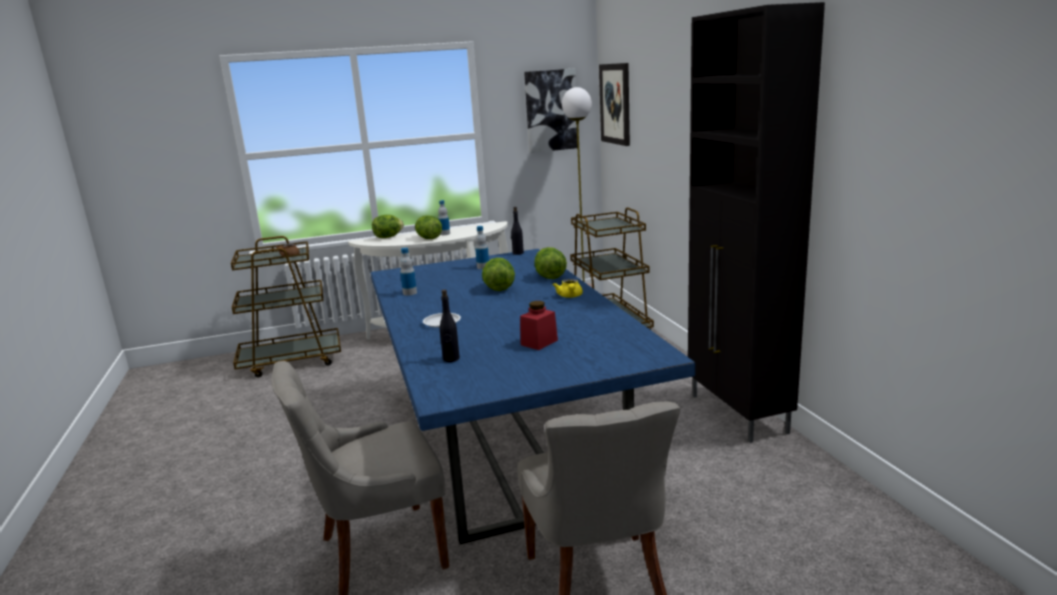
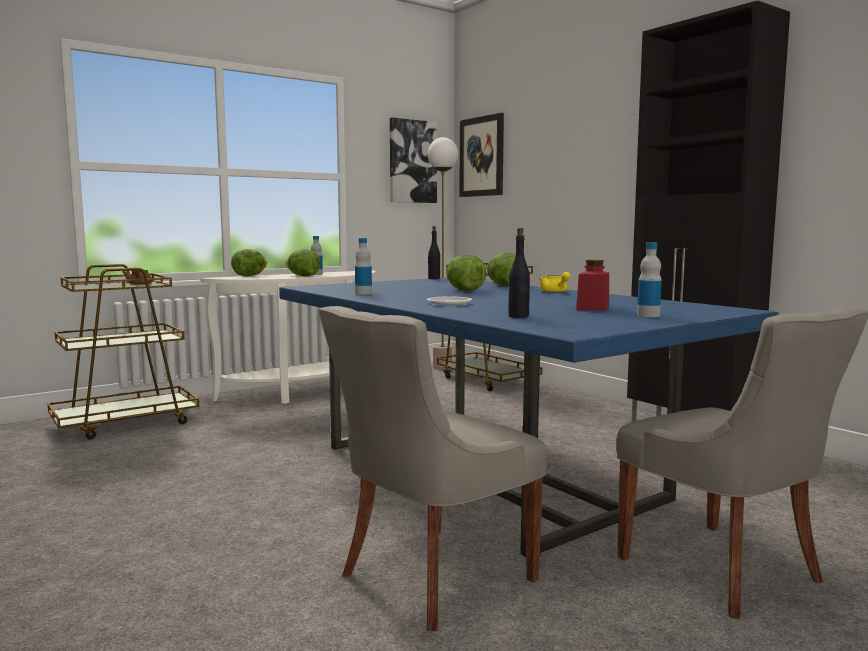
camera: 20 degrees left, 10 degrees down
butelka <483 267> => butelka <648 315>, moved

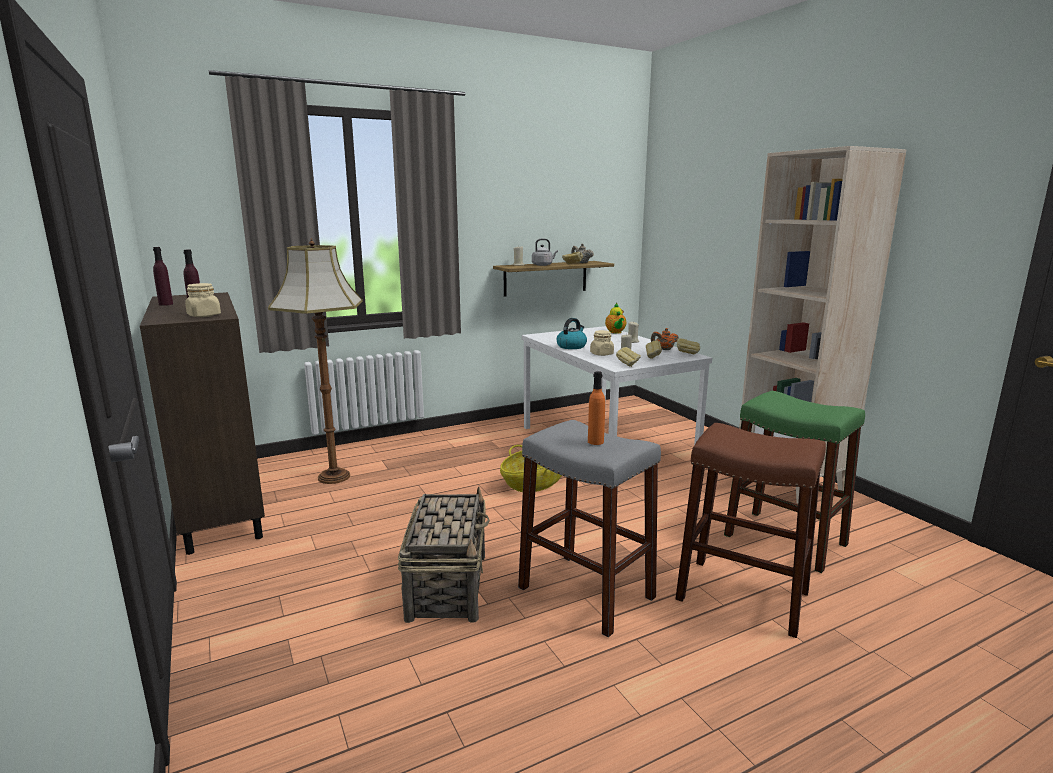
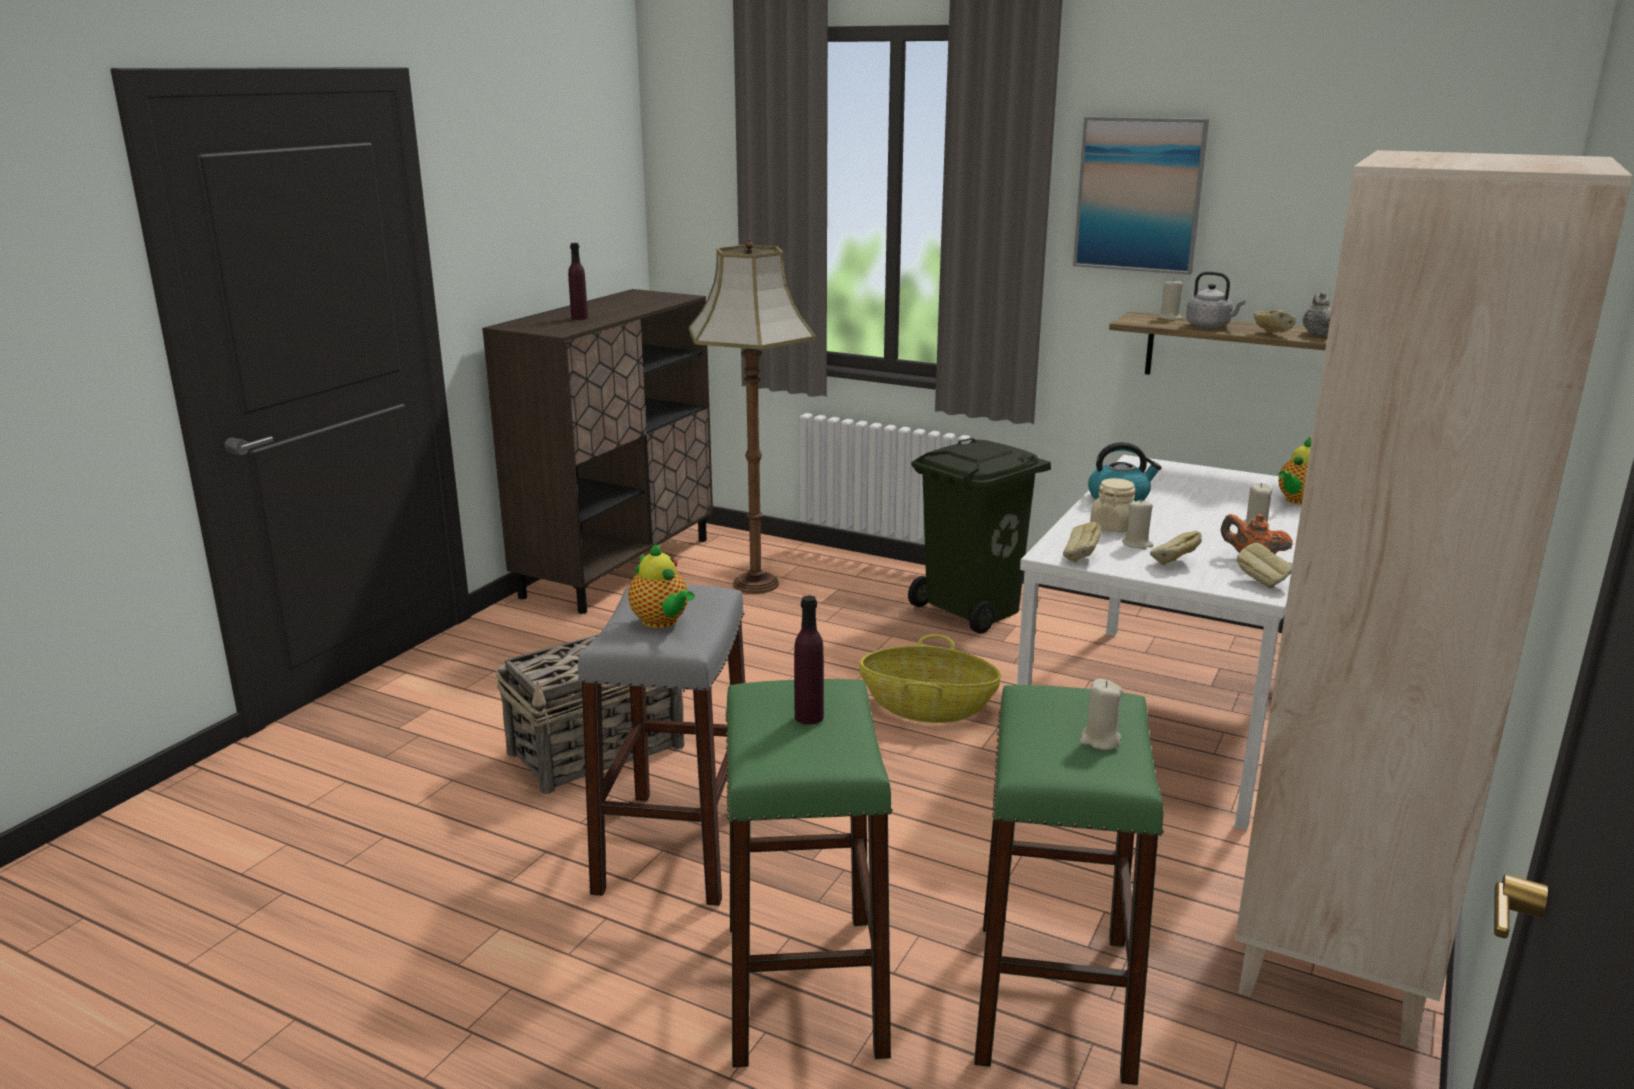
camera: 55 degrees right, 5 degrees up
butelka [fioletowy] <166 304> => butelka [fioletowy] <809 717>, moved
słoik [beżowy] <204 315> => nothing
butelka [pomarańczowy] <595 442> => imbryk <662 622>
stołek [brązowy] <742 596> => stołek [zielony] <804 987>
nothing => kosz na śmieci [zielony] <973 610>
nothing => obraz <1139 195>
nothing => świeca [beżowy] <1100 740>

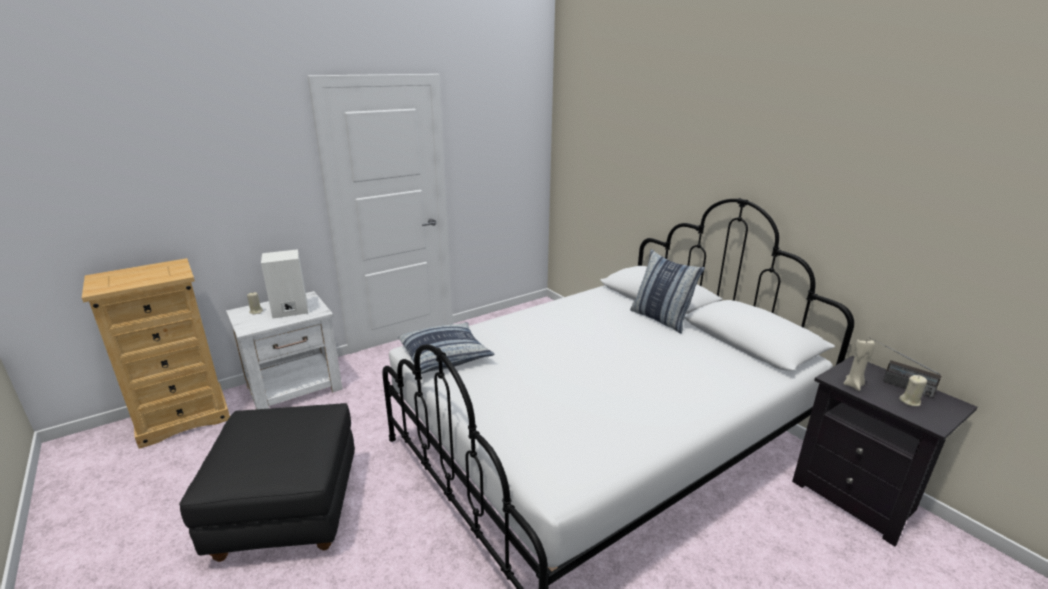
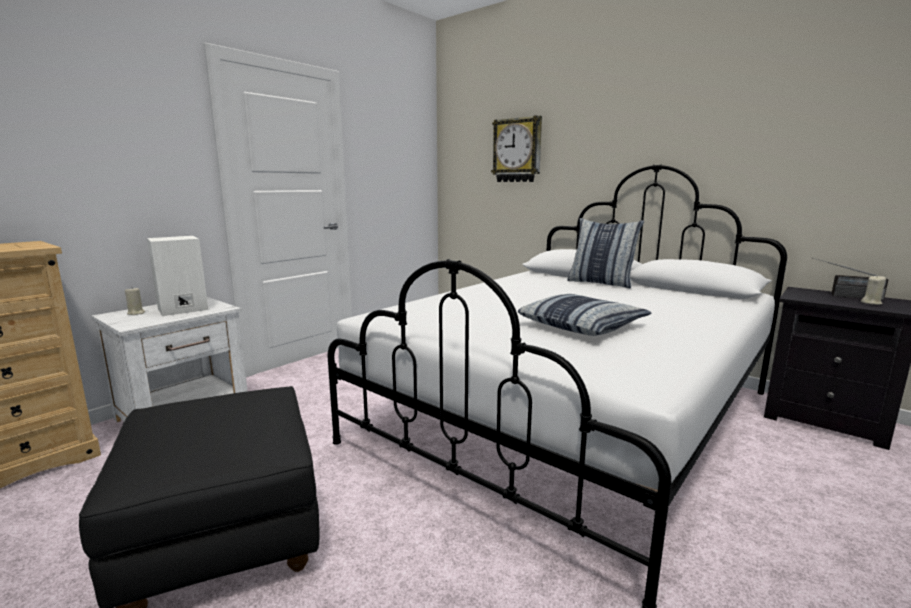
camera: 15 degrees left, 10 degrees down
poduszka <445 355> => poduszka <582 326>, moved
świeca [beżowy] <853 385> => nothing
nothing => zegar ścienny <517 150>

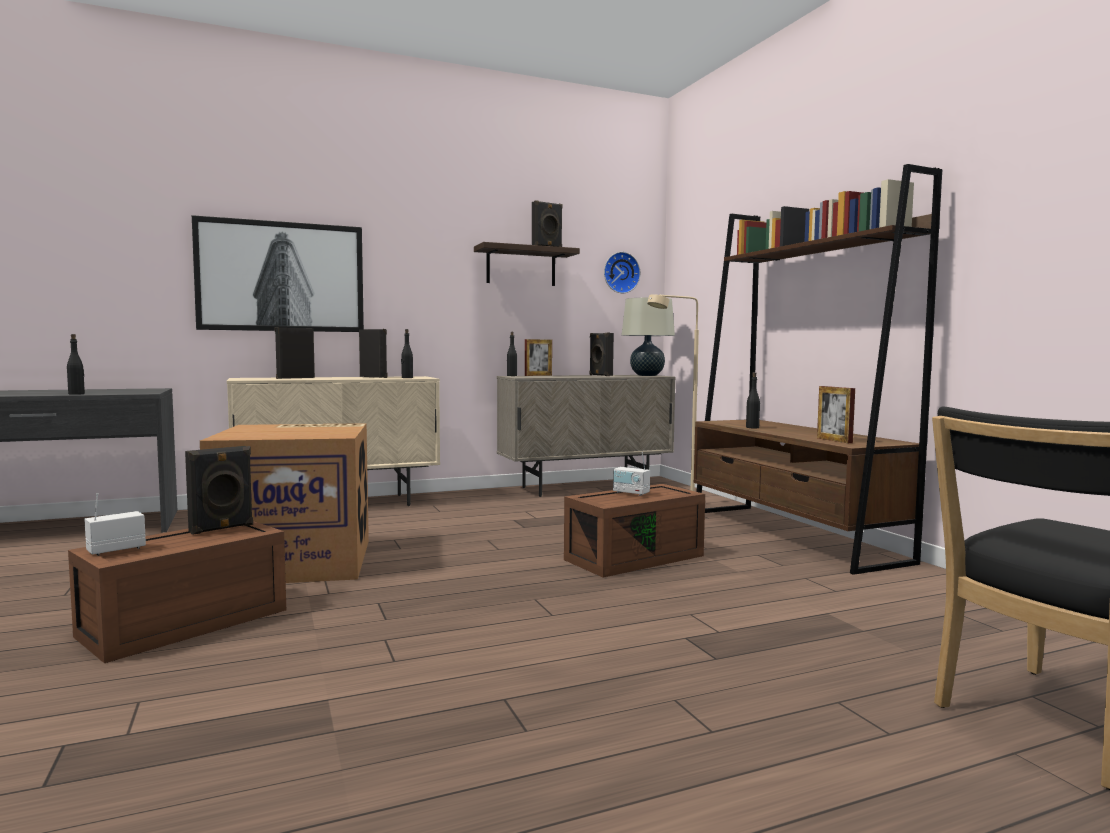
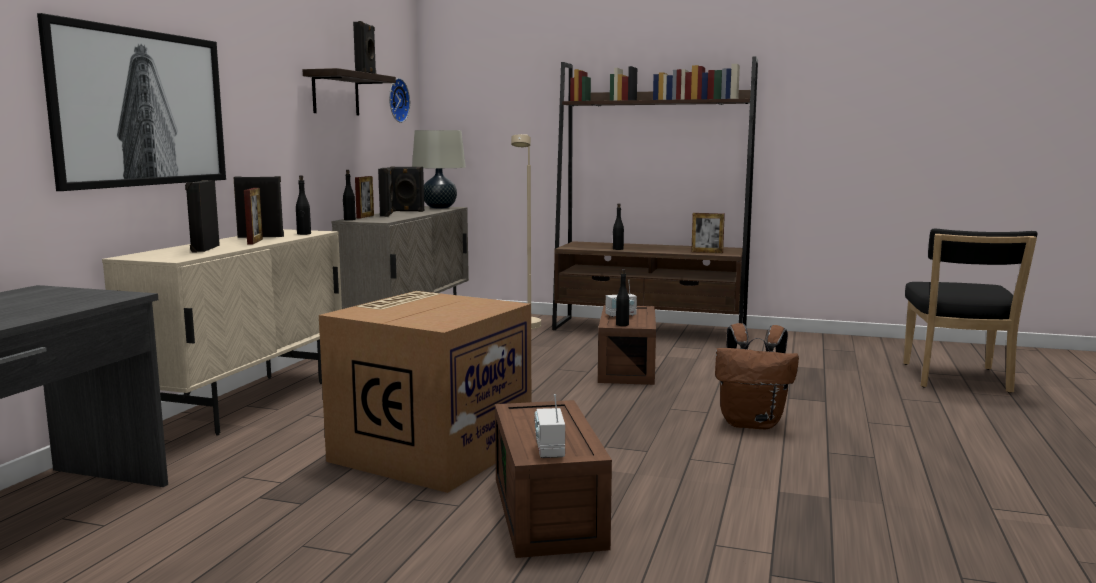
camera: 50 degrees left, 5 degrees up
butelka [czarny] <76 394> => butelka [czarny] <622 324>, moved
głośnik [czarny] <222 528> => głośnik [czarny] <387 215>, moved
nothing => ramka na zdjęcie <255 241>
nothing => plecak [brązowy] <752 423>

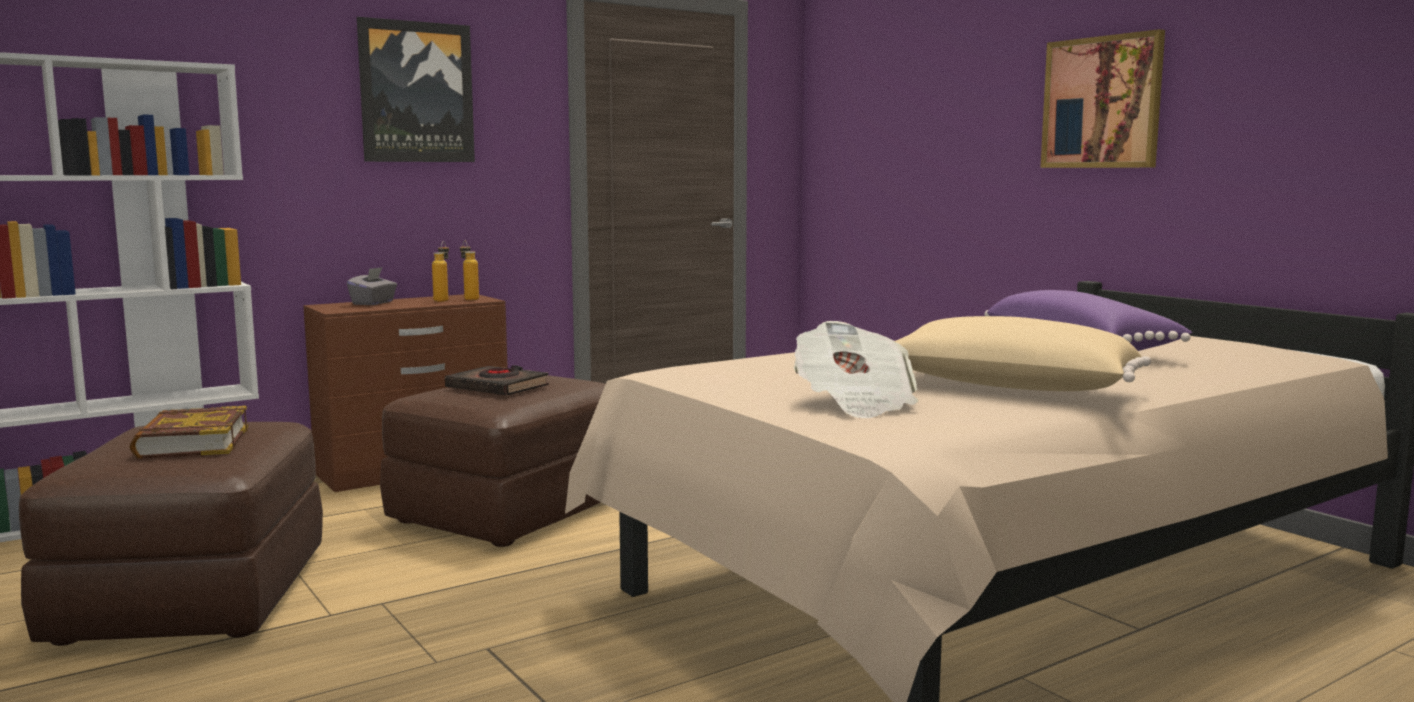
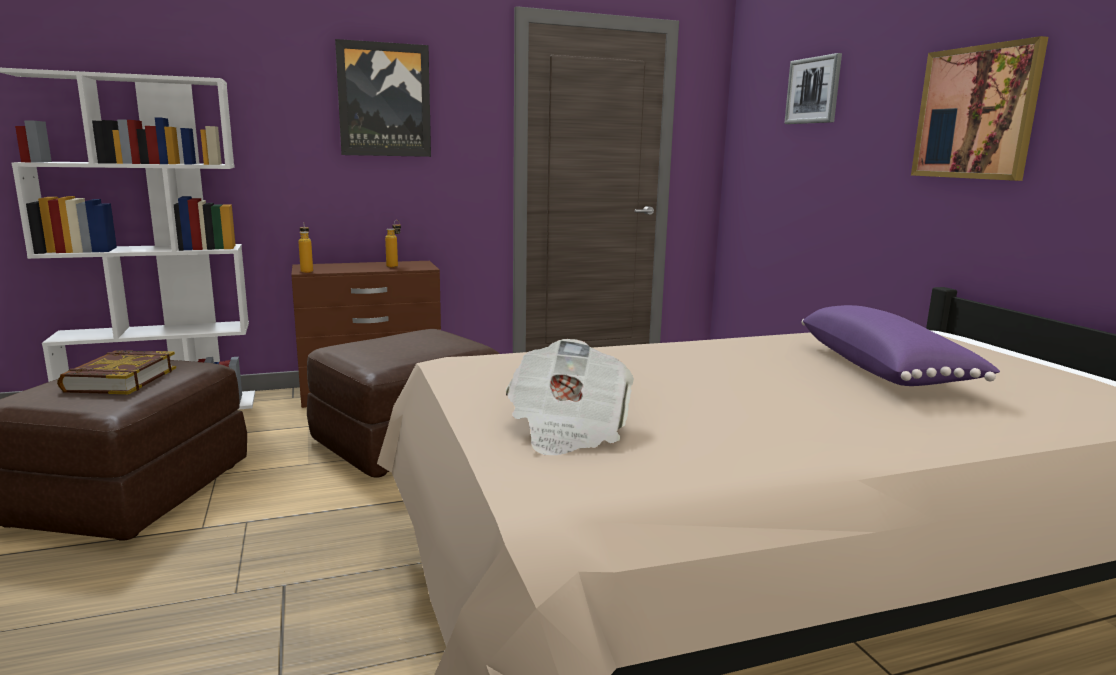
camera: 15 degrees right, 5 degrees up
pudełko chusteczek [szary] <373 303> => nothing
książka [czarny] <497 388> => nothing
butelka <469 299> => butelka <307 271>, moved
poduszka [beżowy] <1008 388> => nothing
nothing => obraz <813 90>

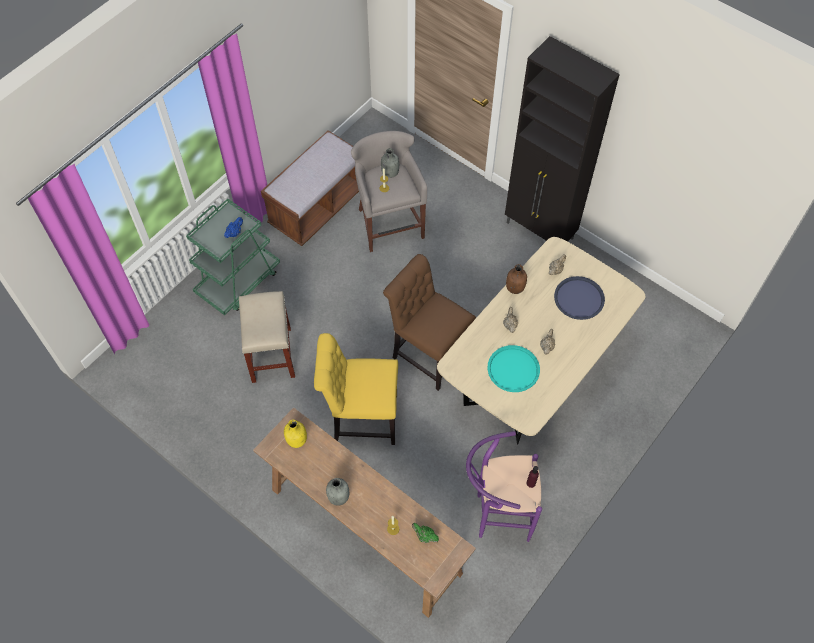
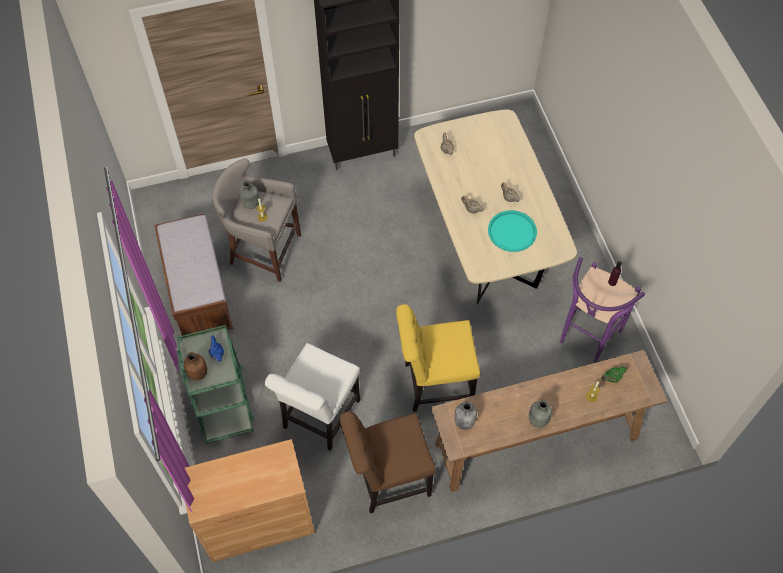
camera: 55 degrees left, 0 degrees up
stołek [beżowy] <271 354> => krzesło [biały] <319 417>
butelka [żółty] <297 440> => butelka [szary] <464 421>
krzesło [żółty] <361 418> => krzesło [żółty] <434 384>, 45 degrees clockwise
krzesło [brązowy] <427 353> => krzesło [brązowy] <387 479>, moved
butelka [brązowy] <515 288> => butelka [brązowy] <197 373>, moved
taca [niebieski] <579 298> => nothing
nothing => szafka [brązowy] <258 523>

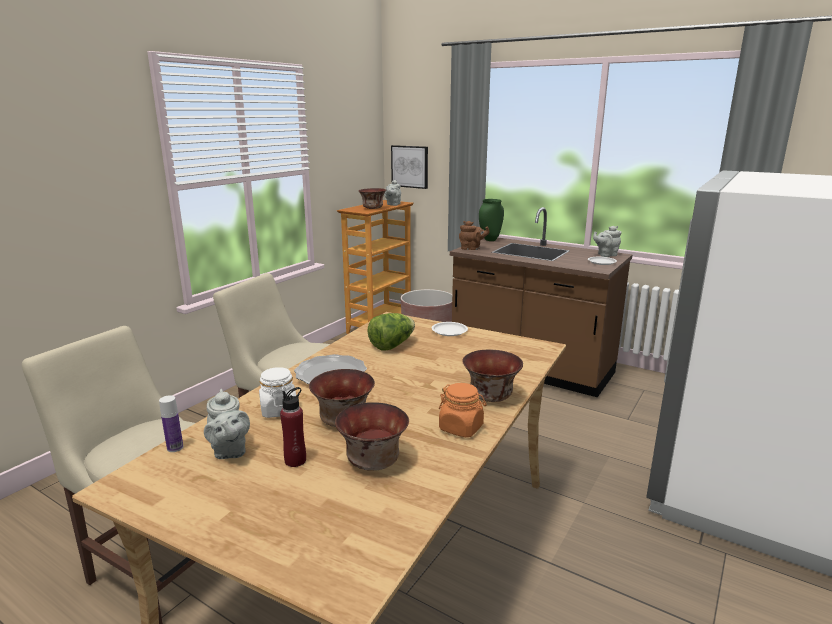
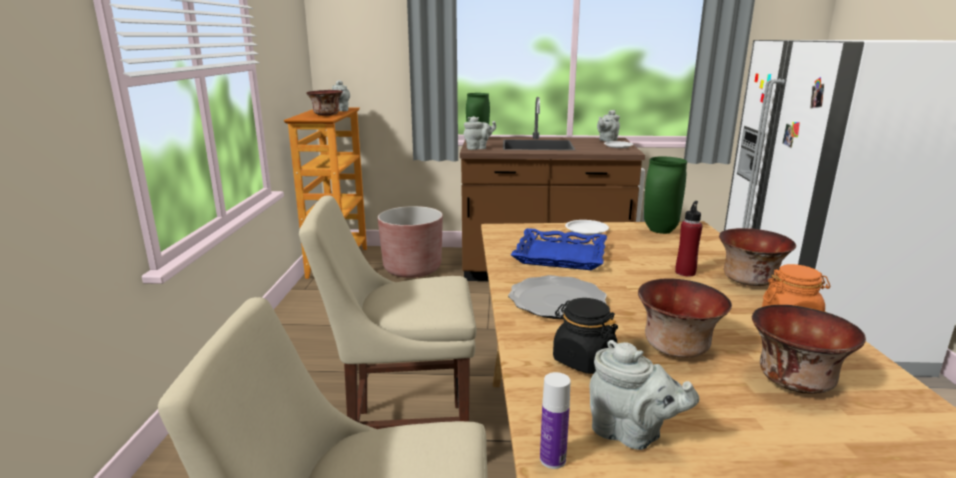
camera: 30 degrees left, 0 degrees up
słoik [biały] <278 410> => słoik [czarny] <583 360>
butelka [czerwony] <295 460> => butelka [czerwony] <685 272>, moved
sałata <392 345> => taca [niebieski] <560 256>
obraz <410 166> => nothing
imbryk [brązowy] <472 249> => imbryk [szary] <478 148>
nothing => wazon [zielony] <661 231>

